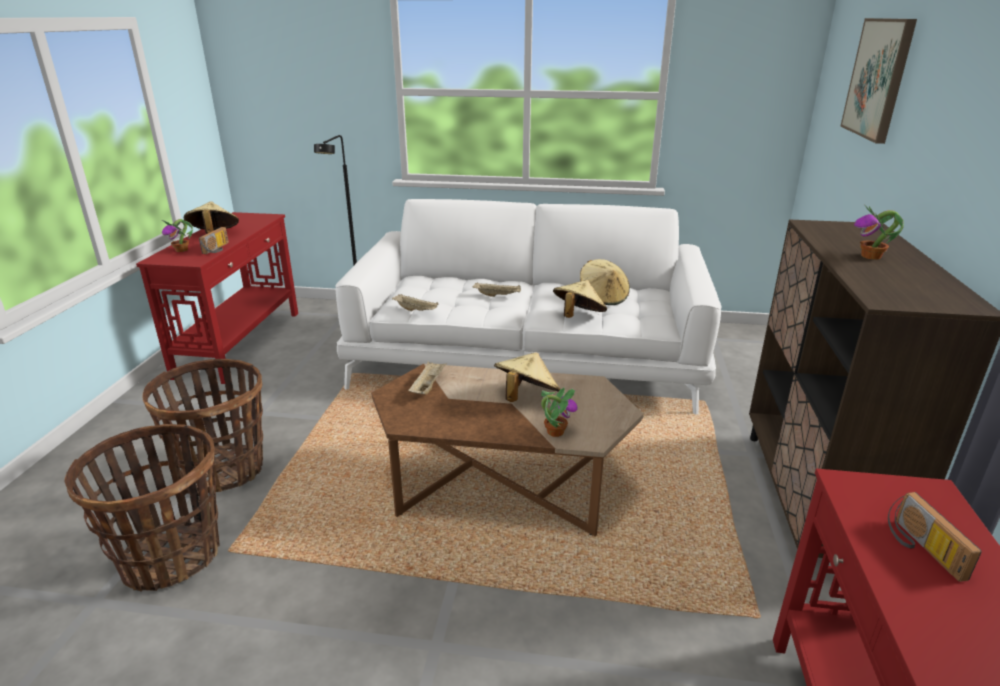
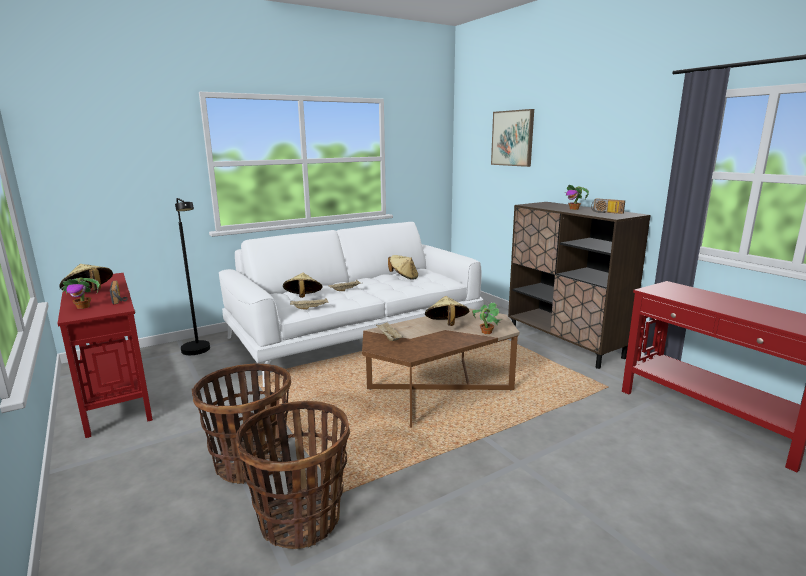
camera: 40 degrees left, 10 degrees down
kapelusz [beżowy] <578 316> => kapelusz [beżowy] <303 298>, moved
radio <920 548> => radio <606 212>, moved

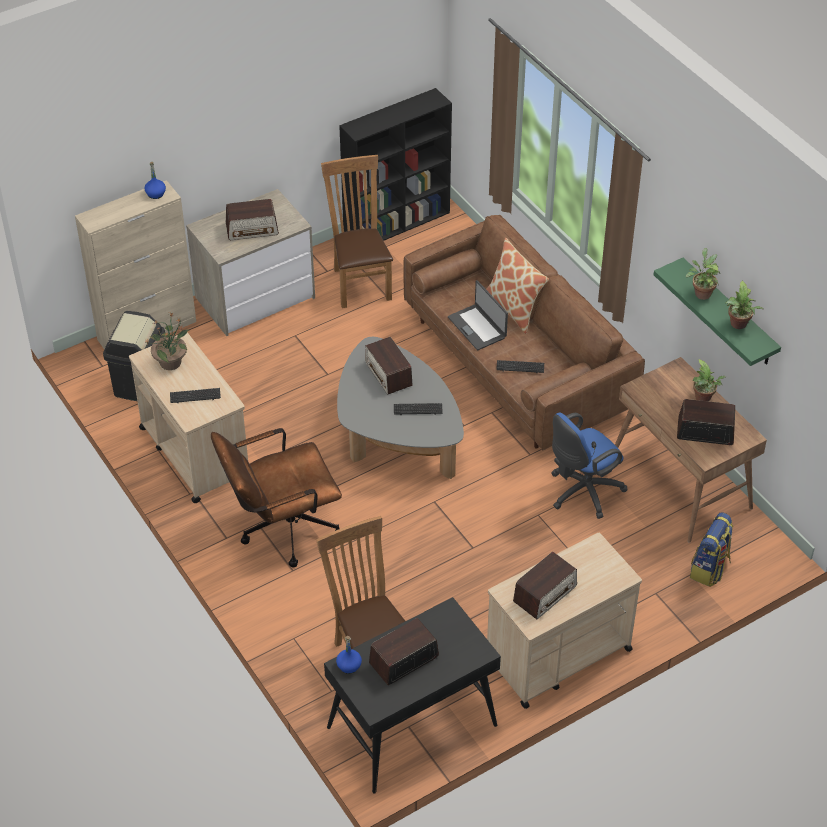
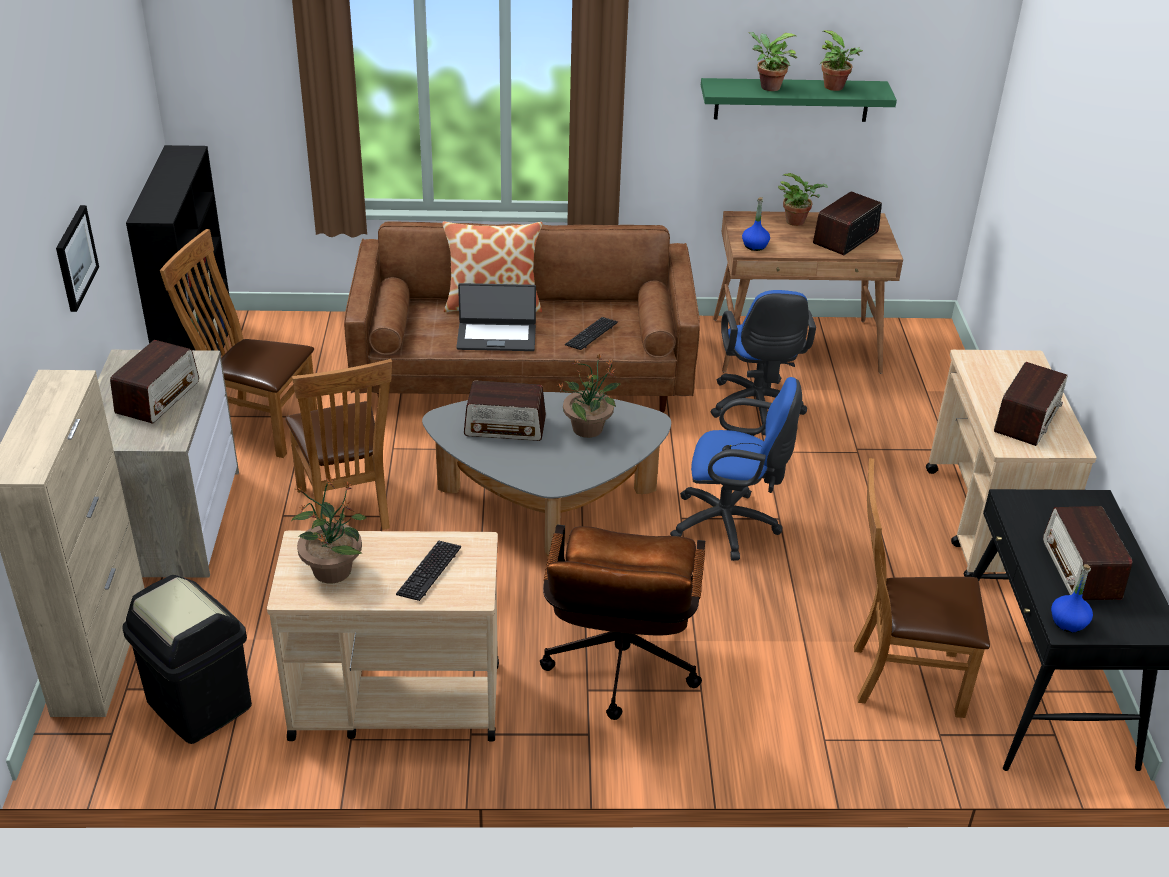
camera: 60 degrees left, 10 degrees down
butelka [niebieski] <155 194> => butelka [niebieski] <754 246>, moved
klawiatura <418 409> => roślina doniczkowa <588 428>
radio <545 594> => radio <1027 419>, 45 degrees clockwise
plecak <709 569> => nothing
nothing => obraz <75 257>
nothing => krzesło [brązowy] <346 511>
nothing => krzesło biurowe [niebieski] <730 526>

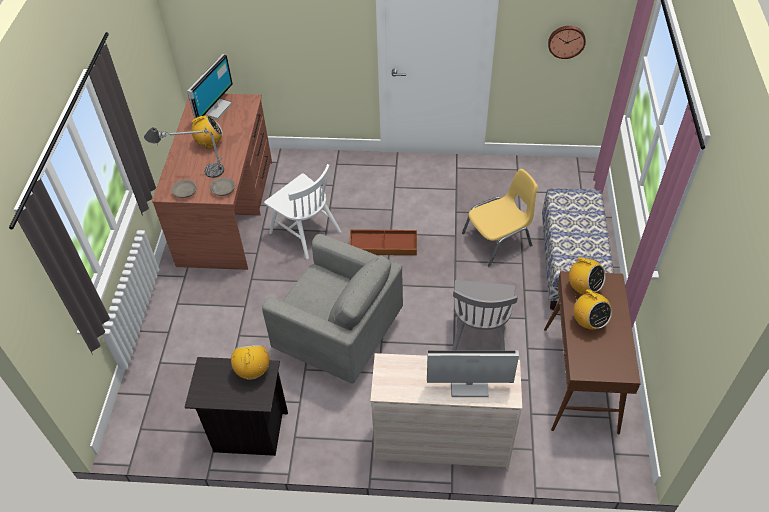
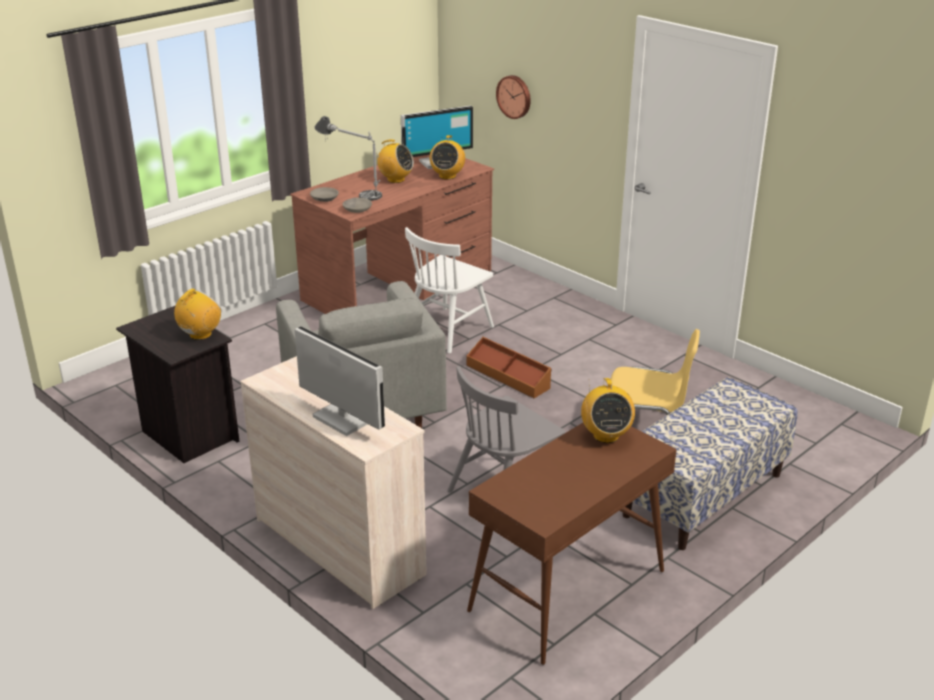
camera: 40 degrees right, 20 degrees down
krzesło [biały] <305 232> => krzesło [biały] <448 330>, 45 degrees clockwise
zegar ścienny <566 41> => zegar ścienny <514 96>, moved
radio <588 322> => radio <447 176>, moved

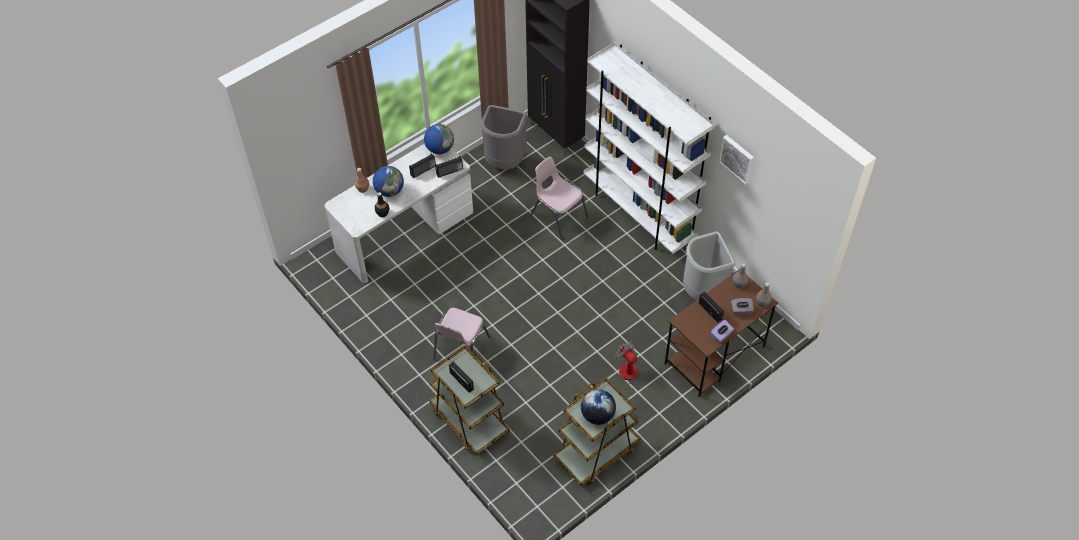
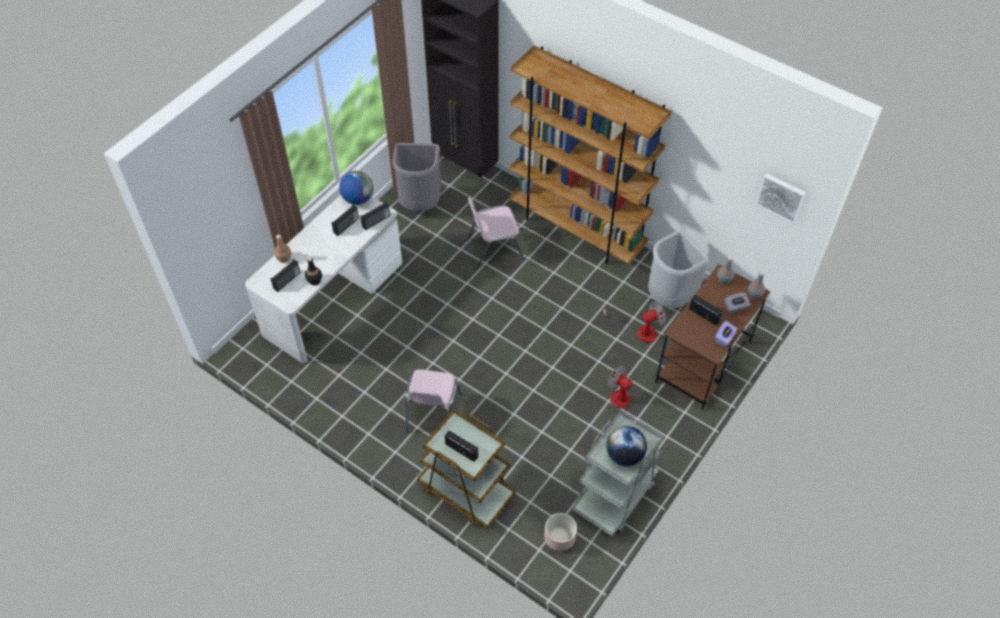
camera: 15 degrees left, 0 degrees up
globus <390 191> => nothing
krzesło [różowy] <558 216> => krzesło [różowy] <494 248>, 45 degrees counterclockwise
wózek [brązowy] <596 452> => wózek [szary] <614 495>
regał [biały] <639 213> => regał [brązowy] <577 229>
obraz <737 158> => obraz <781 197>, moved
nothing => radio <287 281>
nothing => donica <559 538>
nothing => wentylator <639 332>

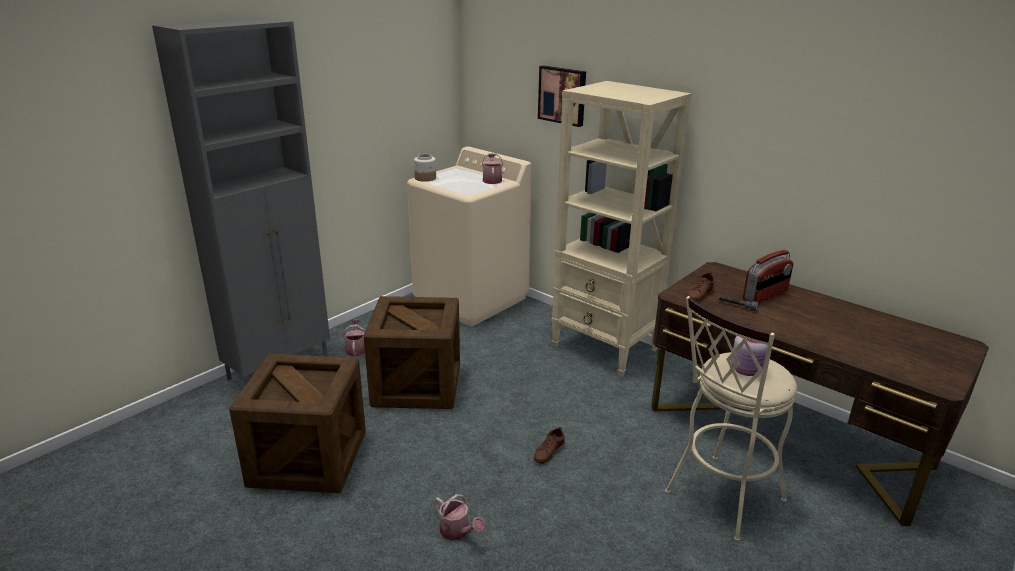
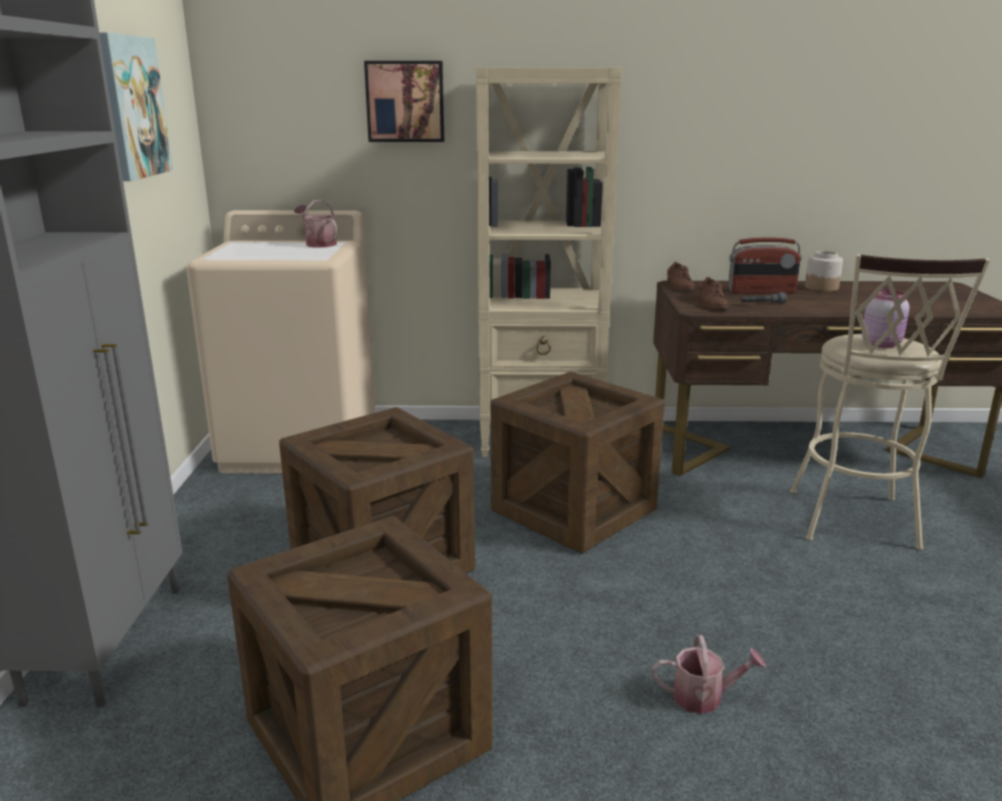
camera: 40 degrees left, 5 degrees down
konewka <356 349> => nothing
słoik <425 178> => słoik <821 287>, moved
but [brązowy] <548 451> => but [brązowy] <680 286>, moved
radio <765 295> => radio <761 292>, 75 degrees clockwise
nothing => obraz <133 107>
nothing => skrzynka <573 510>

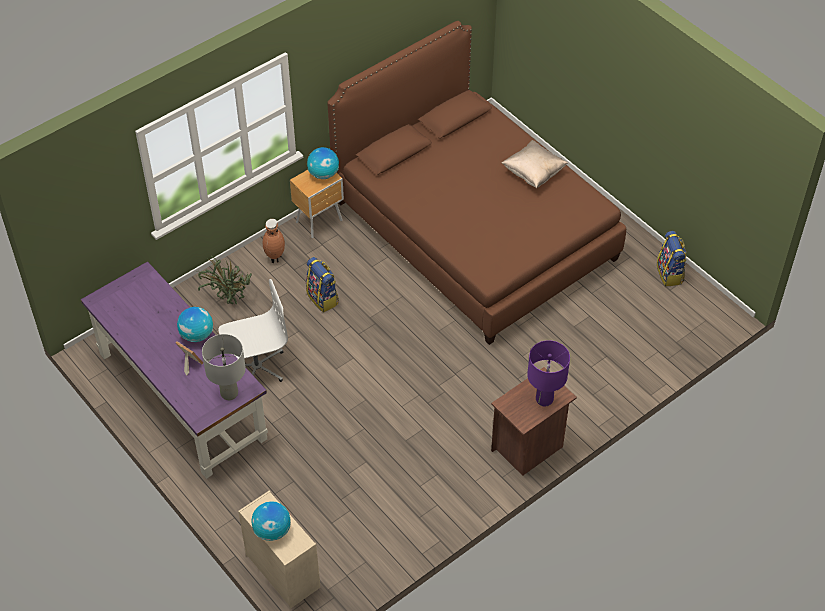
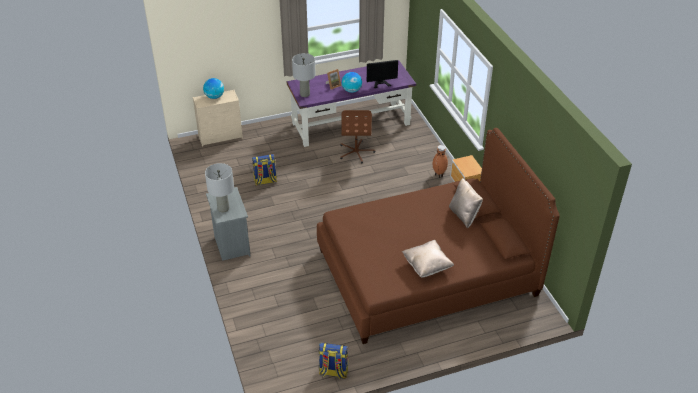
camera: 110 degrees right, 10 degrees down
roślina doniczkowa <229 300> => nothing
krzesło biurowe [biały] <256 367> => krzesło biurowe [brązowy] <356 152>
plecak <323 298> => plecak <265 181>, moved
globus <323 174> => nothing
szafka nocna [brązowy] <528 448> => szafka nocna [szary] <231 245>
lampa stołowa [fioletowy] <544 400> => lampa stołowa [szary] <223 209>
nothing => monitor <380 81>
nothing => poduszka [beżowy] <464 215>

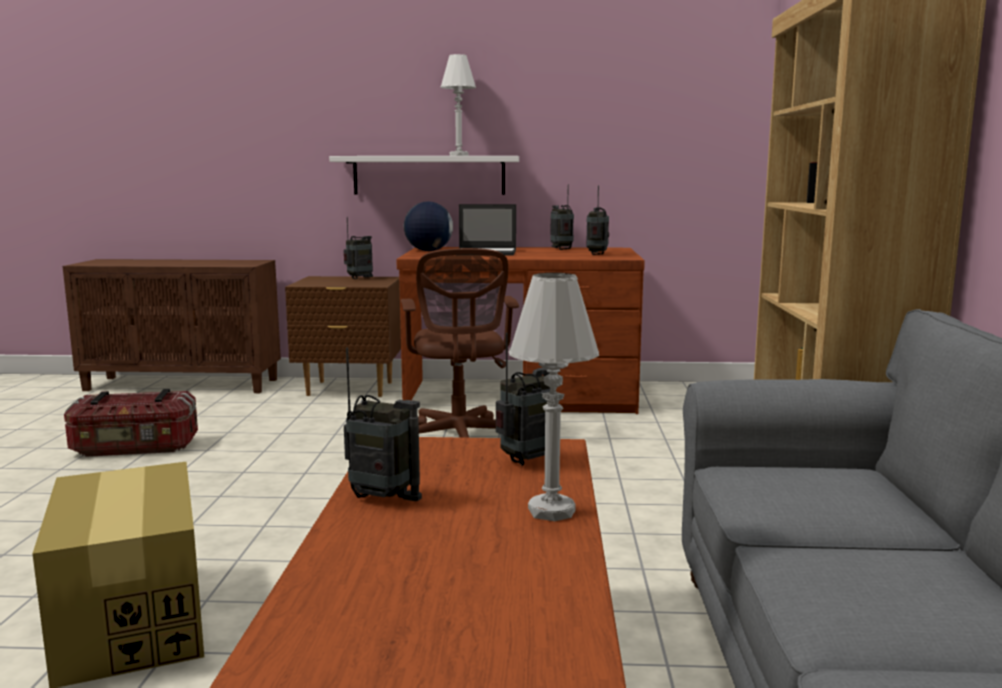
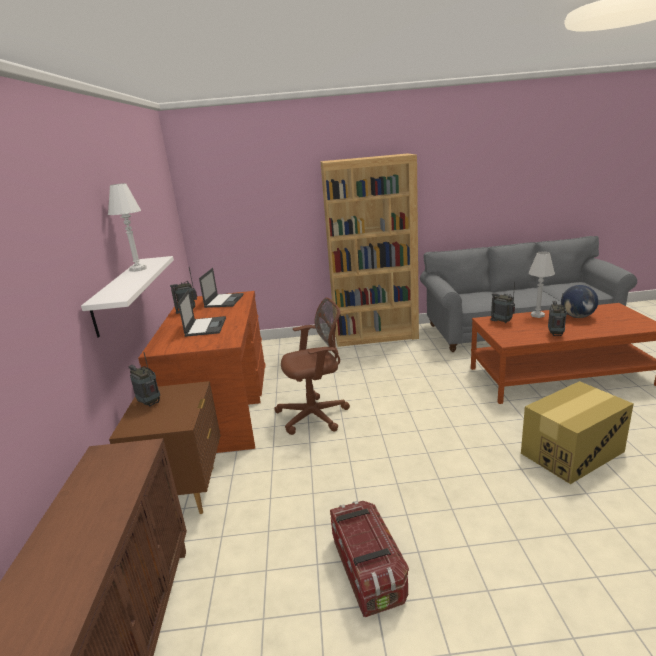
camera: 95 degrees left, 10 degrees up
globus <428 251> => globus <577 317>, moved
radio <597 254> => laptop <224 300>

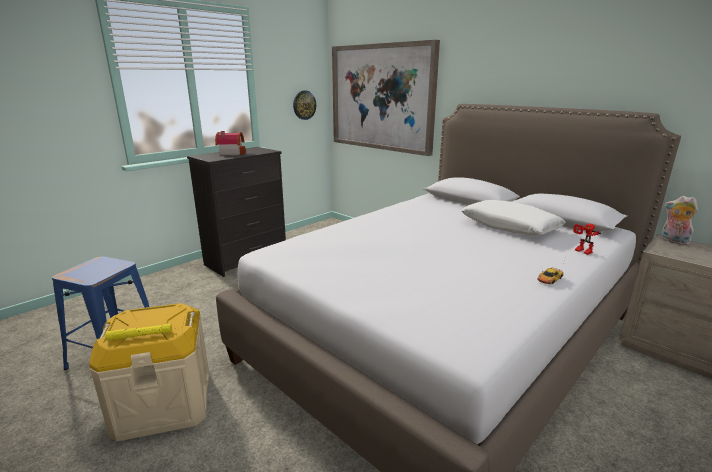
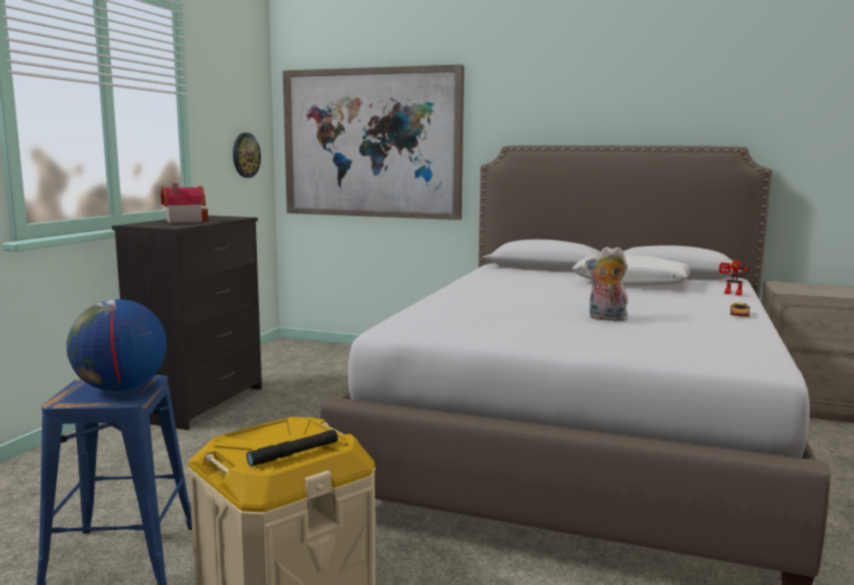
camera: 25 degrees left, 10 degrees down
latarka [żółty] <140 335> => latarka [czarny] <294 453>
pluszak <673 241> => pluszak <606 318>, moved
nothing => globus <120 389>

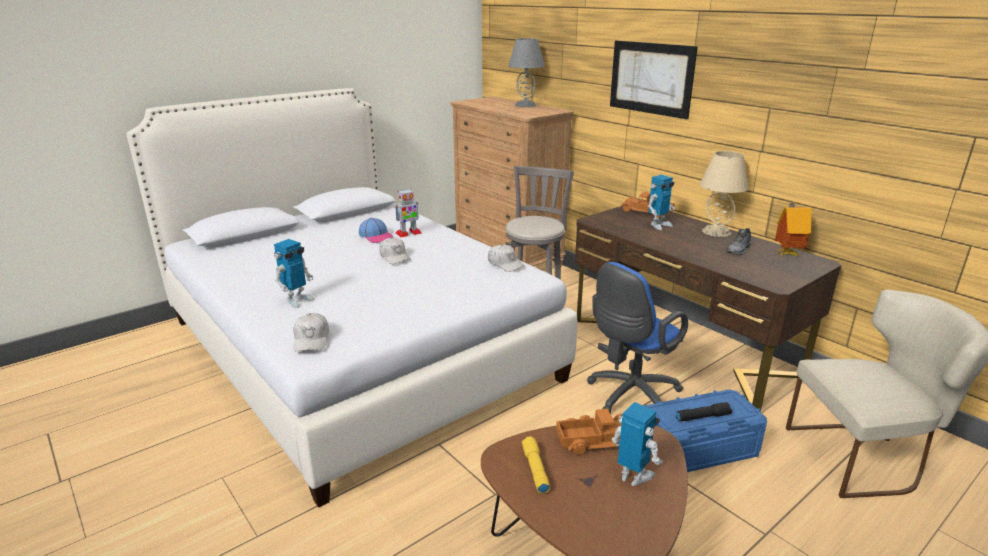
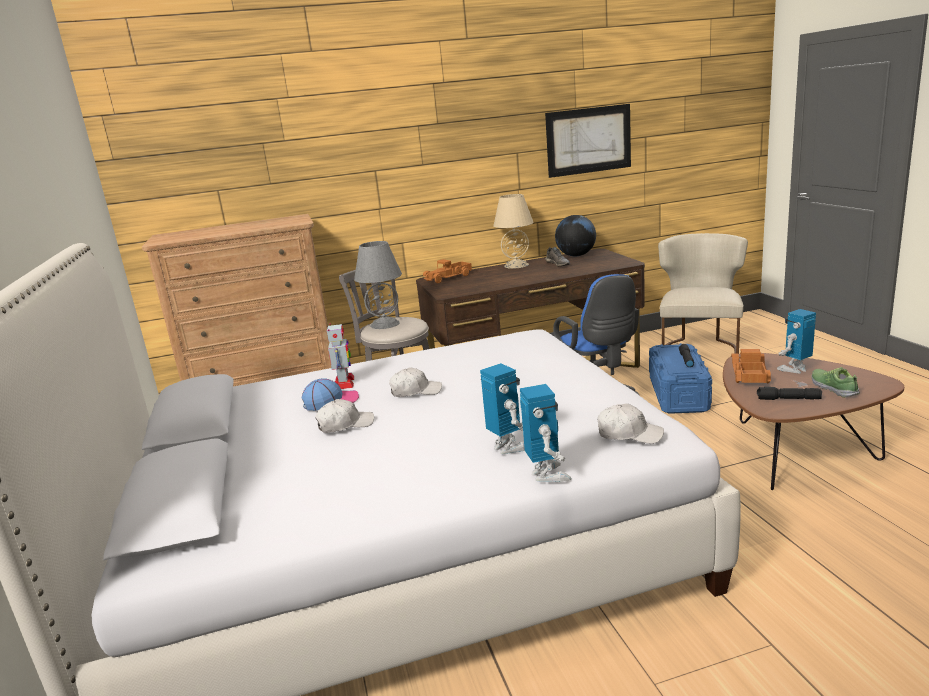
camera: 65 degrees left, 5 degrees down
czapka z daszkiem [biały] <505 264> => czapka z daszkiem [biały] <345 425>, moved
lampa stołowa [szary] <525 105> => lampa stołowa [szary] <385 324>, moved
latarka [żółty] <534 469> => latarka [czarny] <788 399>
obraz <651 78> => obraz <588 140>, moved
robot zabawkowy <658 225> => robot zabawkowy <547 474>, moved
domek <787 254> => globus <576 255>
nothing => but <833 388>

